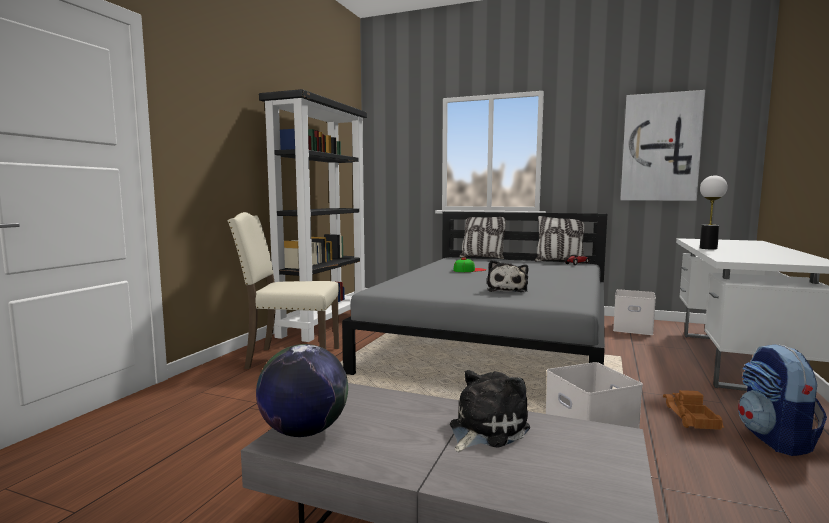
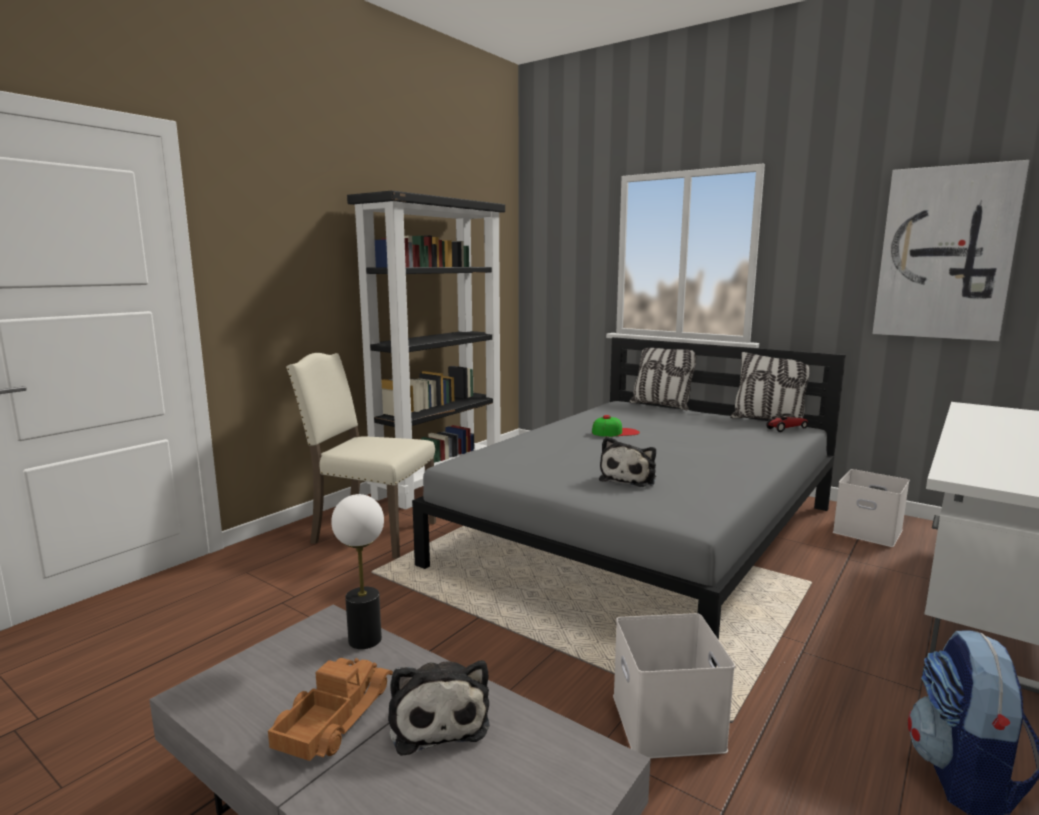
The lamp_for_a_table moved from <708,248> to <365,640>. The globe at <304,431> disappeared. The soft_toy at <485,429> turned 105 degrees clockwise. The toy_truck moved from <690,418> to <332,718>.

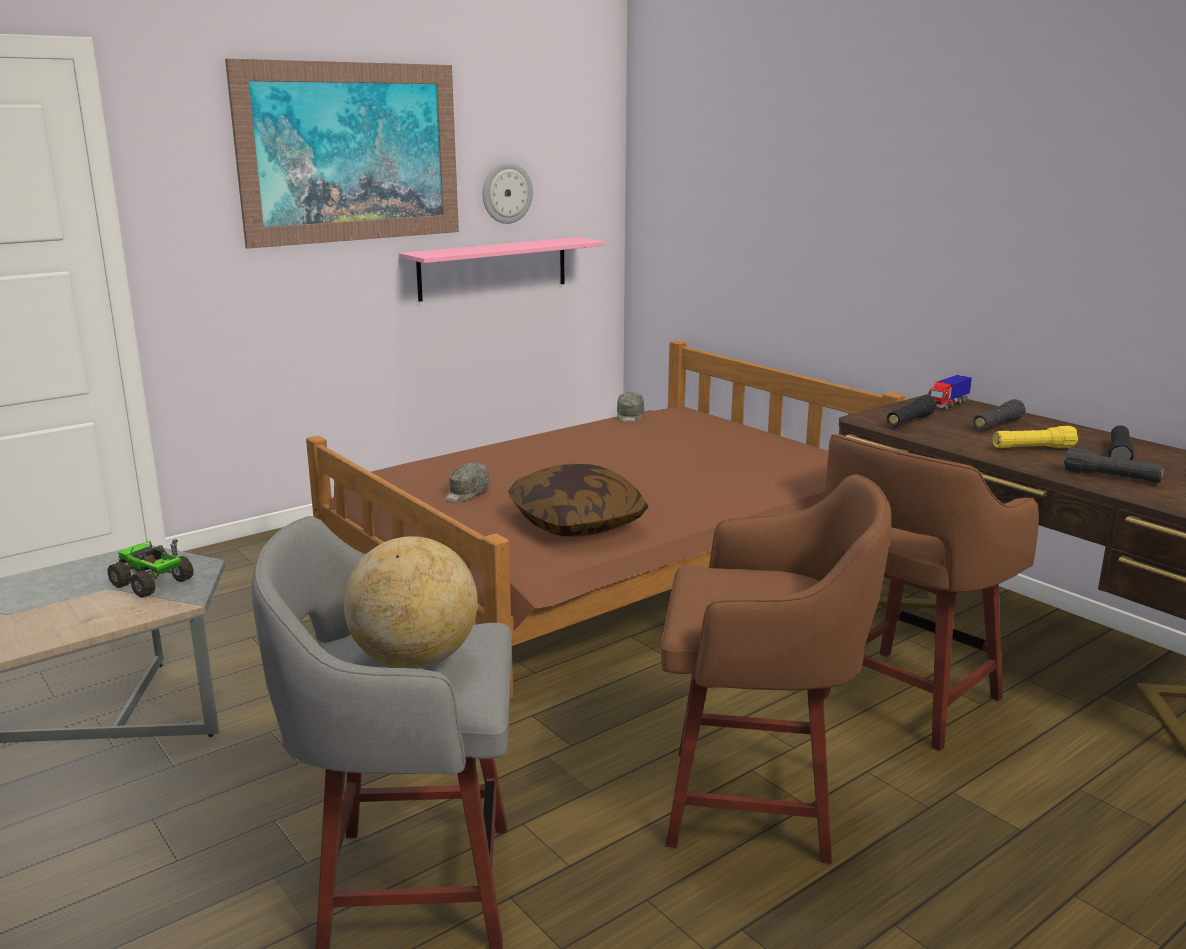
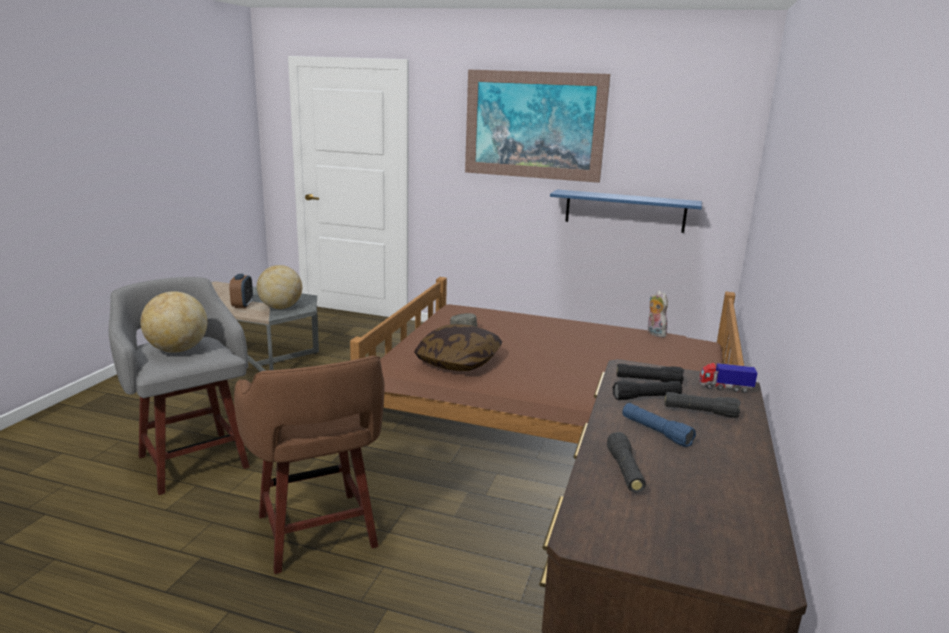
The wall_clock at <506,193> disappeared. The pinkish_bracket_shelf at <493,268> became the blue-coloured_bracket_shelf at <625,211>. The gray_cap at <630,417> was replaced by the soft_toy at <654,333>. The black-coloured_hand_torch moved from <1118,454> to <646,397>. The yellowish_hand_torch at <1033,448> became the blue-coloured_hand_torch at <655,432>. The brown-coloured_stool at <905,700> disappeared. The toy_truck at <153,583> was replaced by the globe at <280,307>. The alarm_clock at <242,305> appeared.

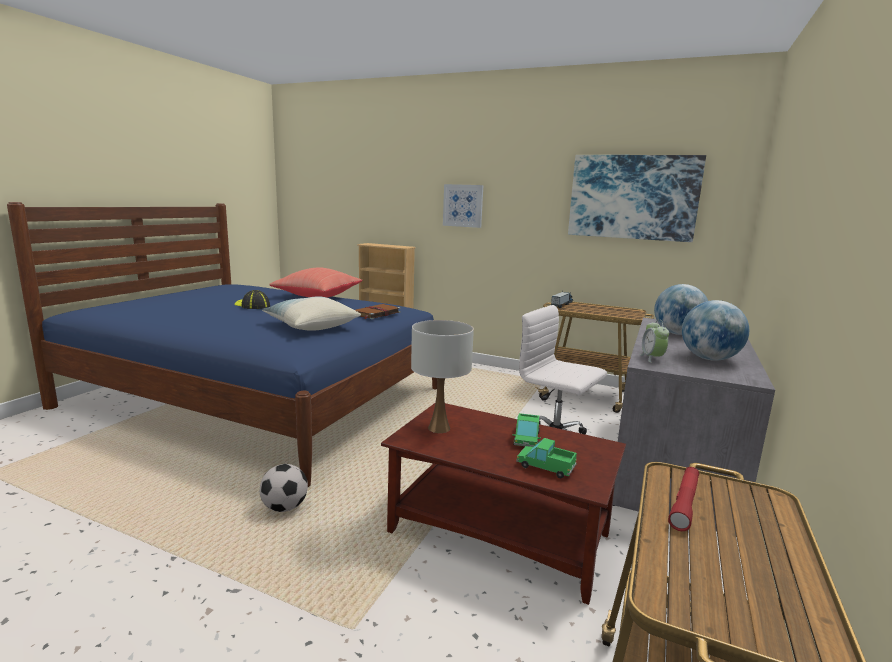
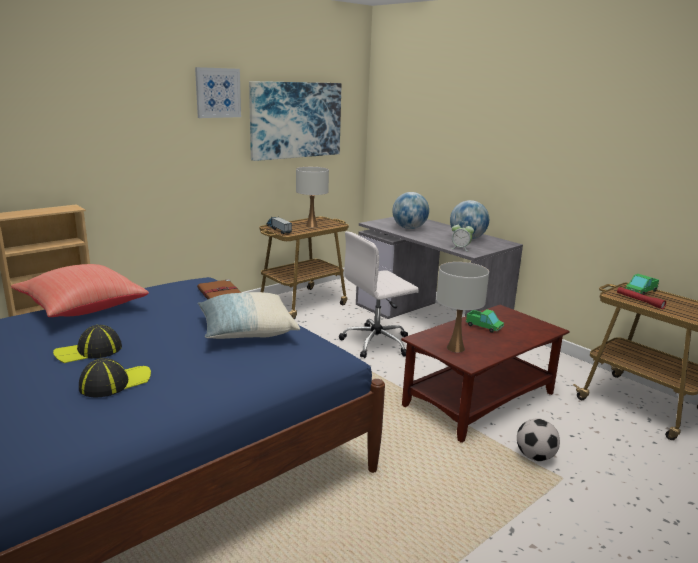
The wall_picture moved from <463,205> to <218,93>. The toy_truck moved from <545,467> to <640,291>. The football moved from <285,507> to <535,456>. The whitish_lamp_for_a_table at <311,226> appeared. The cap at <115,382> appeared.

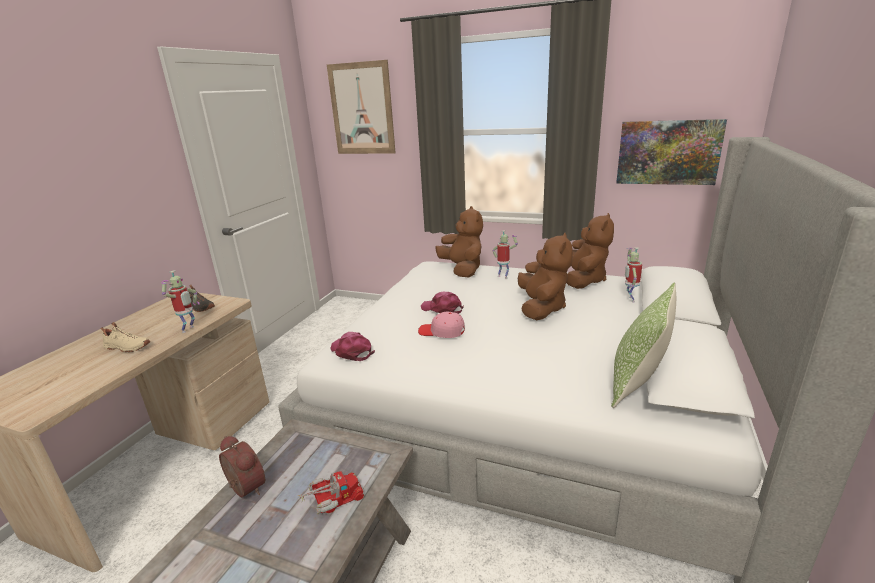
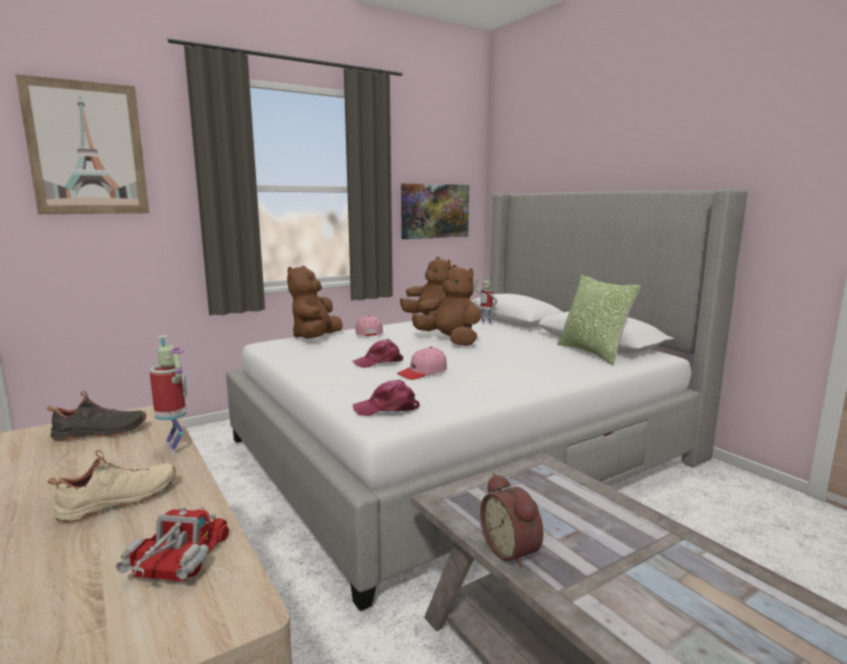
The brown-coloured_soft_toy at <462,270> turned 90 degrees counterclockwise. The robot_figure at <503,276> was replaced by the pinkish_cap at <368,333>. The alarm_clock at <244,489> turned 105 degrees counterclockwise. The toy_truck moved from <331,500> to <175,566>.

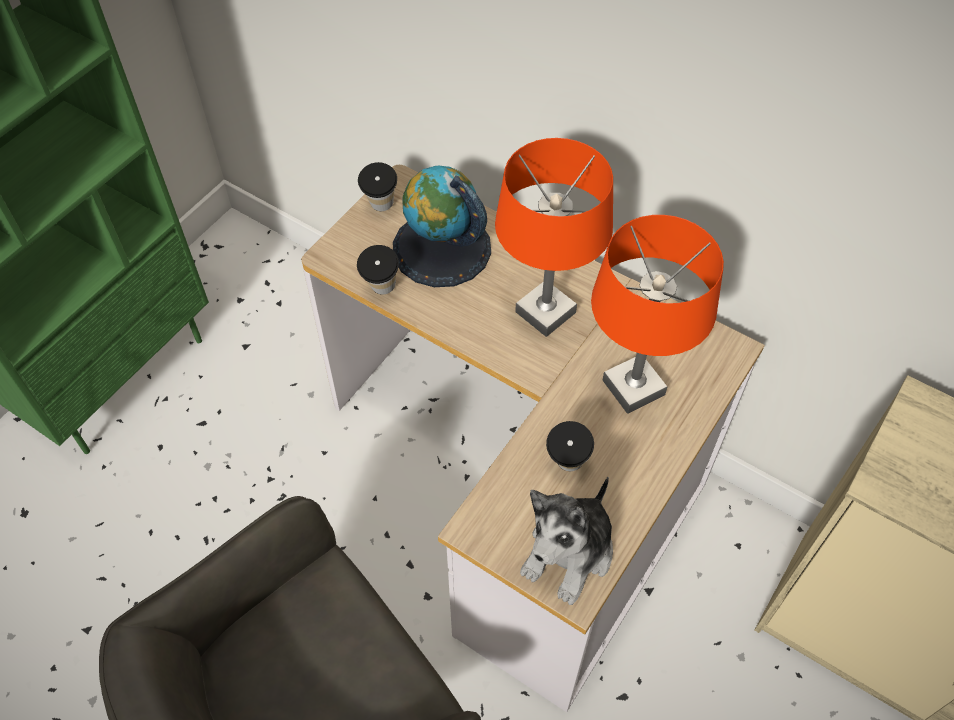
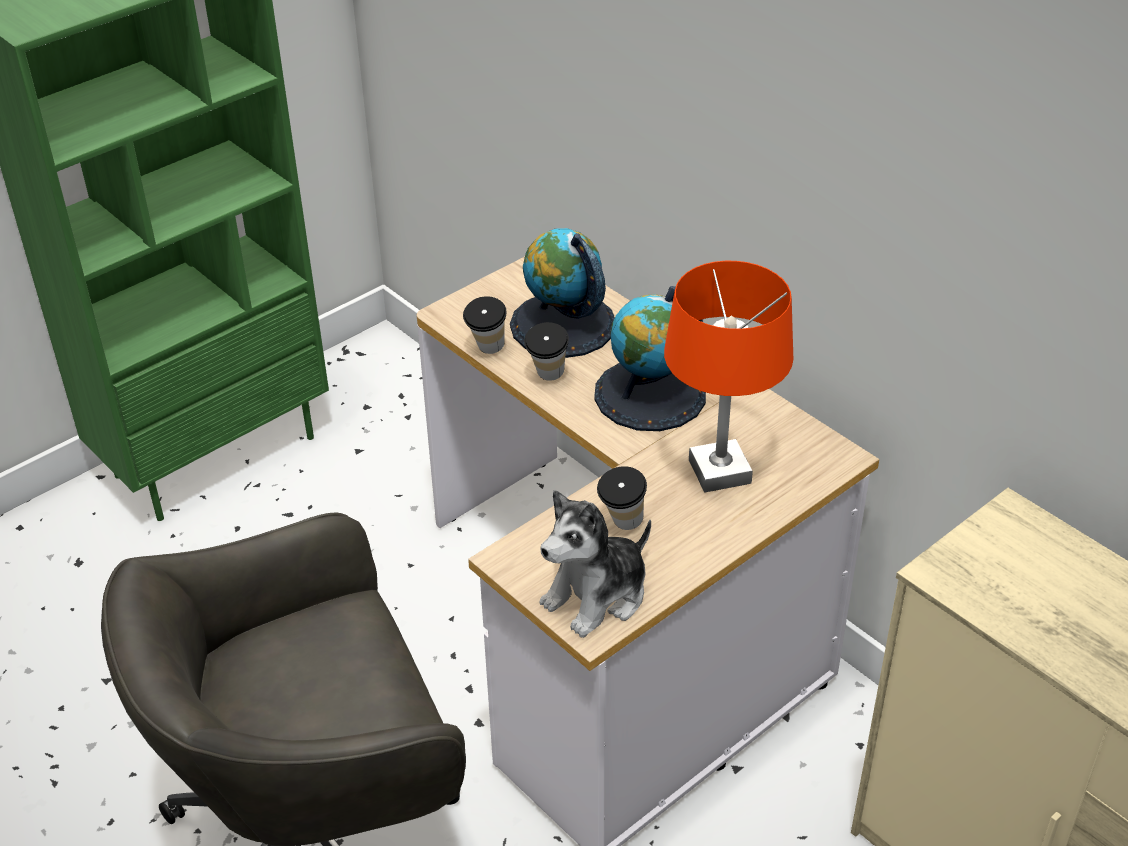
The orange_lamp_for_a_table at <545,313> was replaced by the globe at <650,394>. The drinking_cup moved from <381,209> to <548,378>.

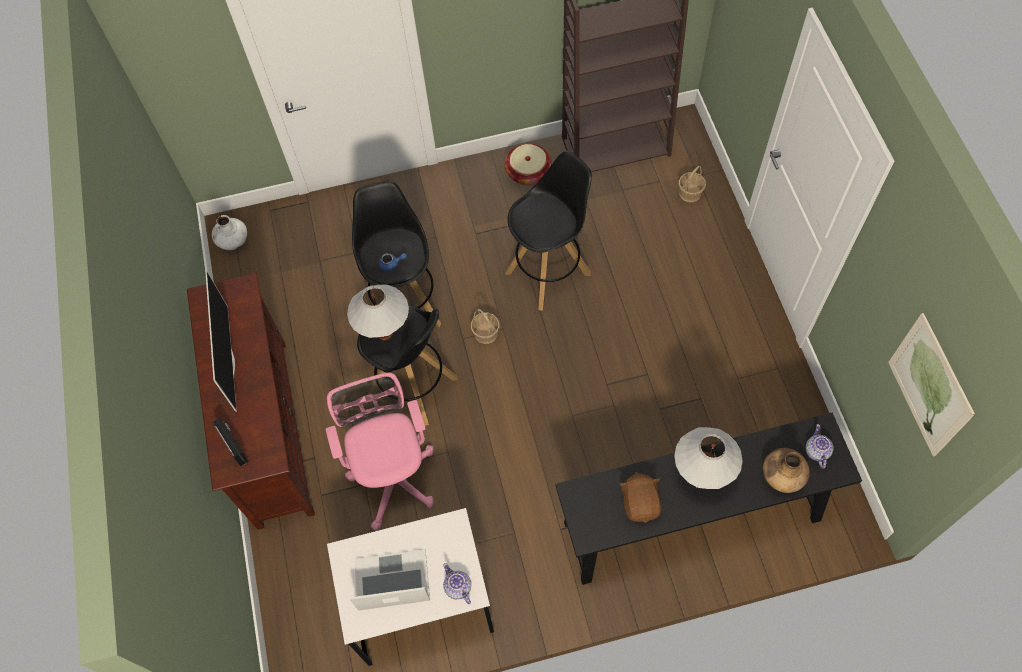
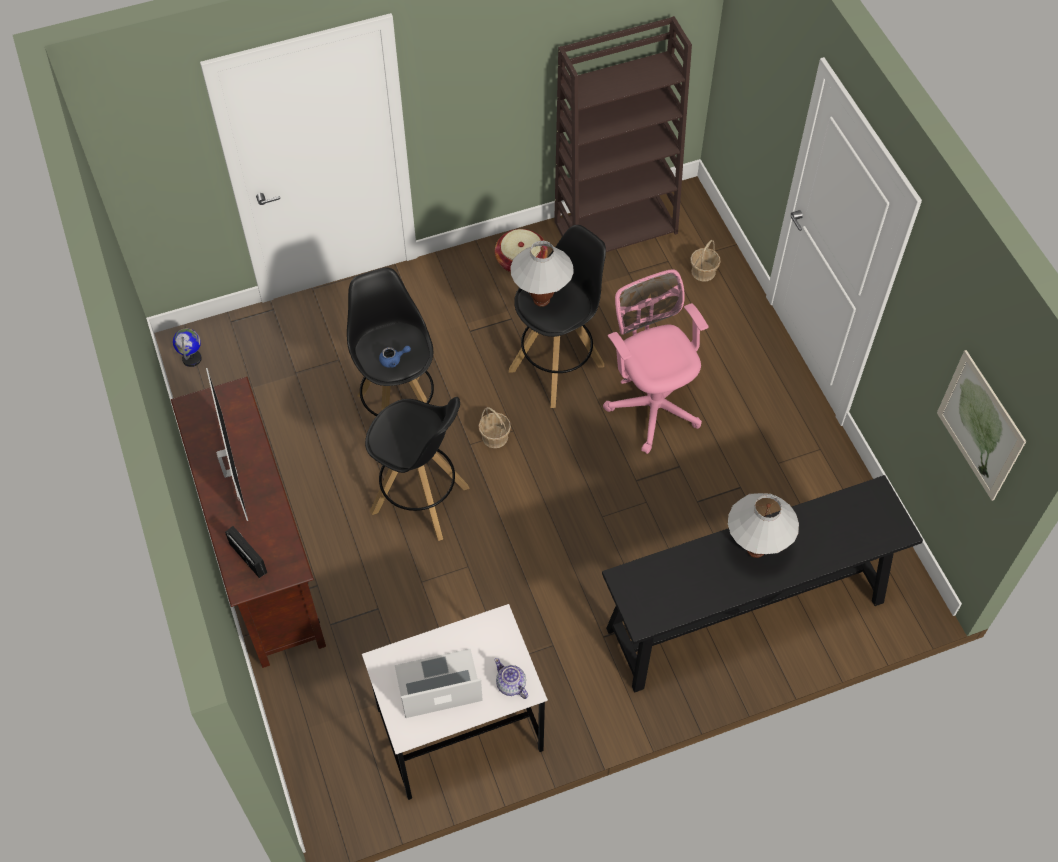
The whitish_decorative_vase at <233,241> was replaced by the globe at <192,358>. The whitish_lamp_for_a_table moved from <384,333> to <541,300>. The pinkish_office_chair moved from <393,475> to <652,403>. The pot_for_tea at <816,451> disappeared. The brown-coloured_decorative_vase at <781,476> disappeared. The brown-coloured_soft_toy at <640,503> disappeared.

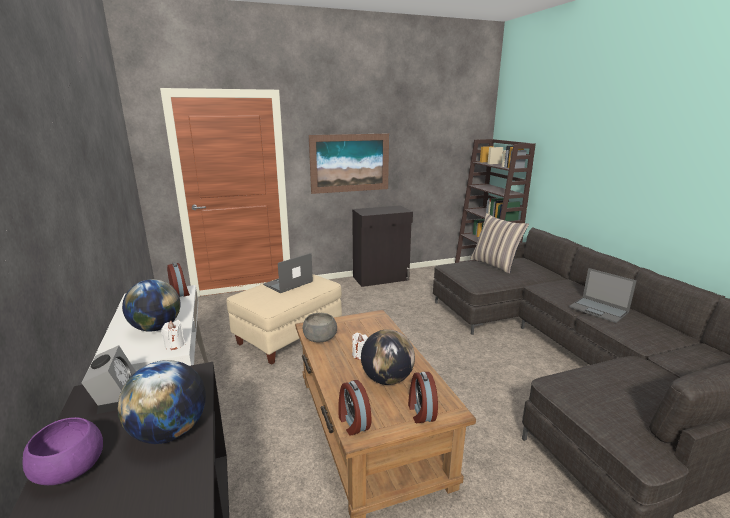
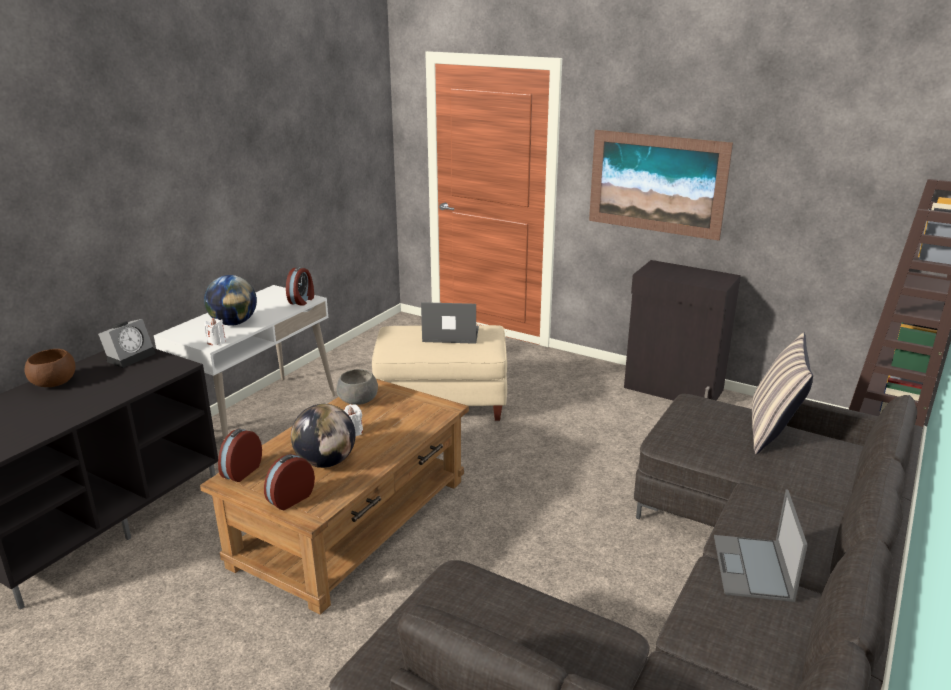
The globe at <170,432> disappeared. The purple_bowl at <69,469> became the brown-coloured_bowl at <53,382>.

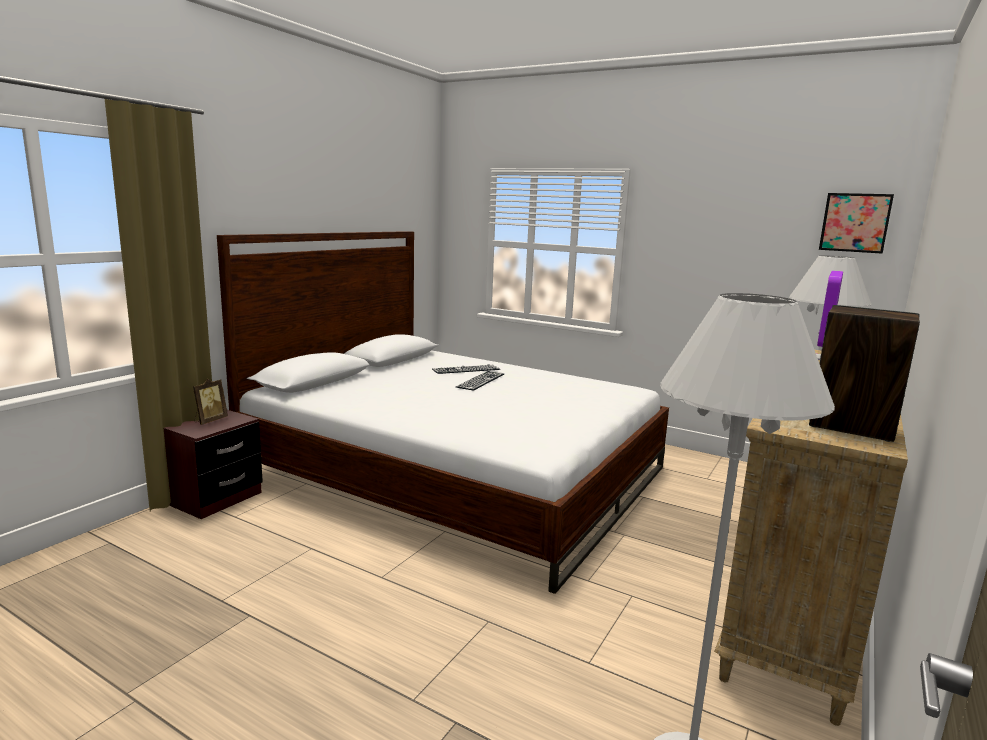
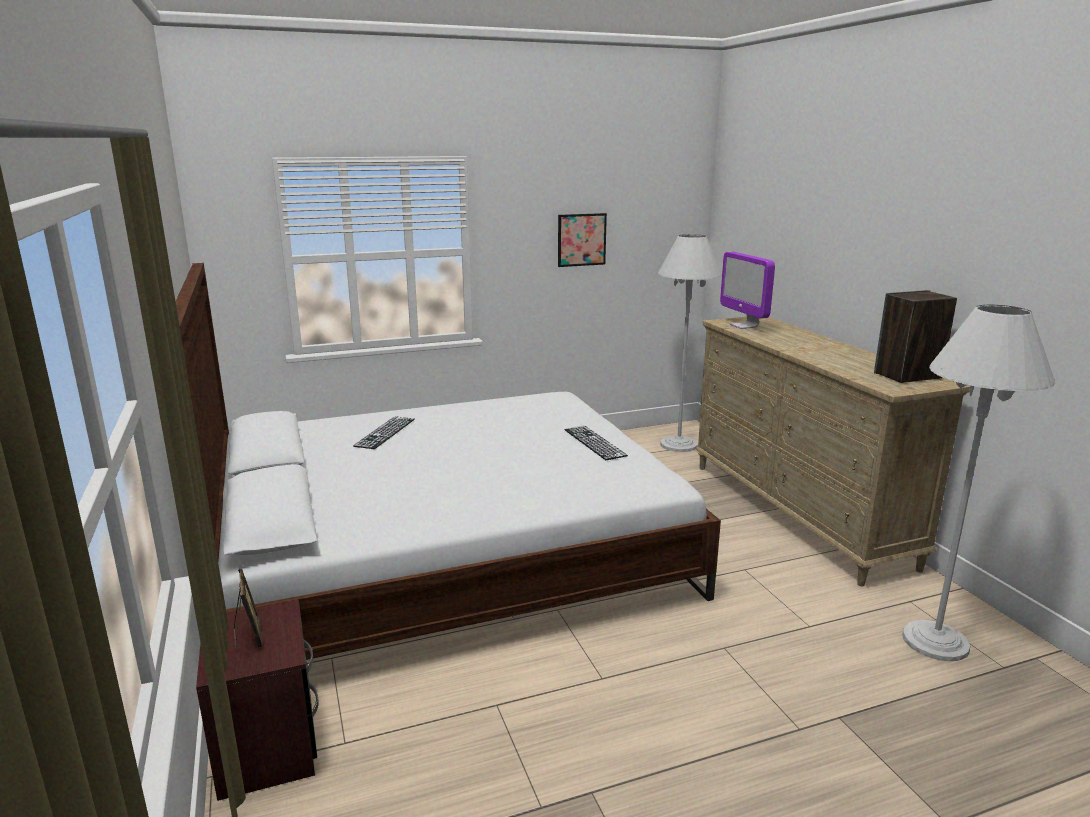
The wall_picture moved from <855,222> to <581,240>. The keyboard moved from <481,380> to <594,442>.

